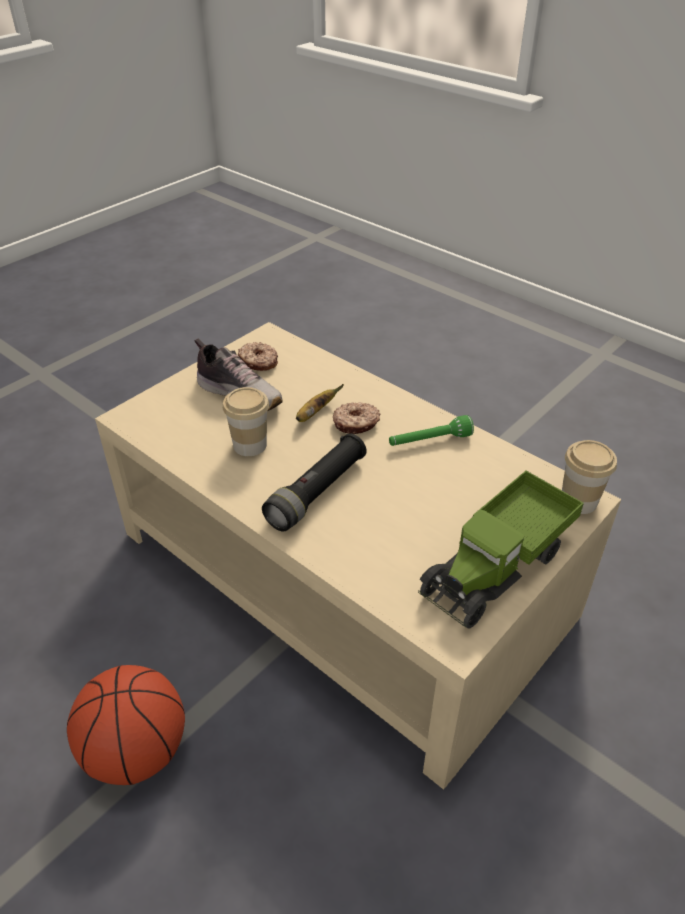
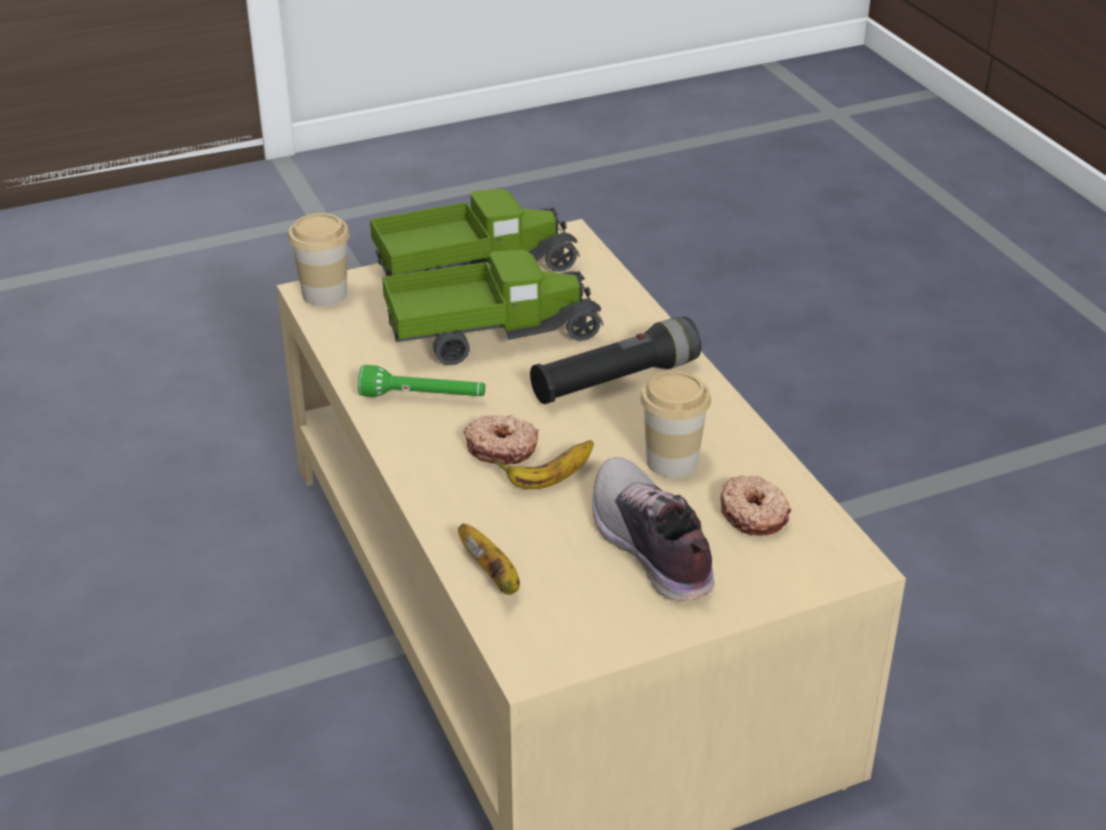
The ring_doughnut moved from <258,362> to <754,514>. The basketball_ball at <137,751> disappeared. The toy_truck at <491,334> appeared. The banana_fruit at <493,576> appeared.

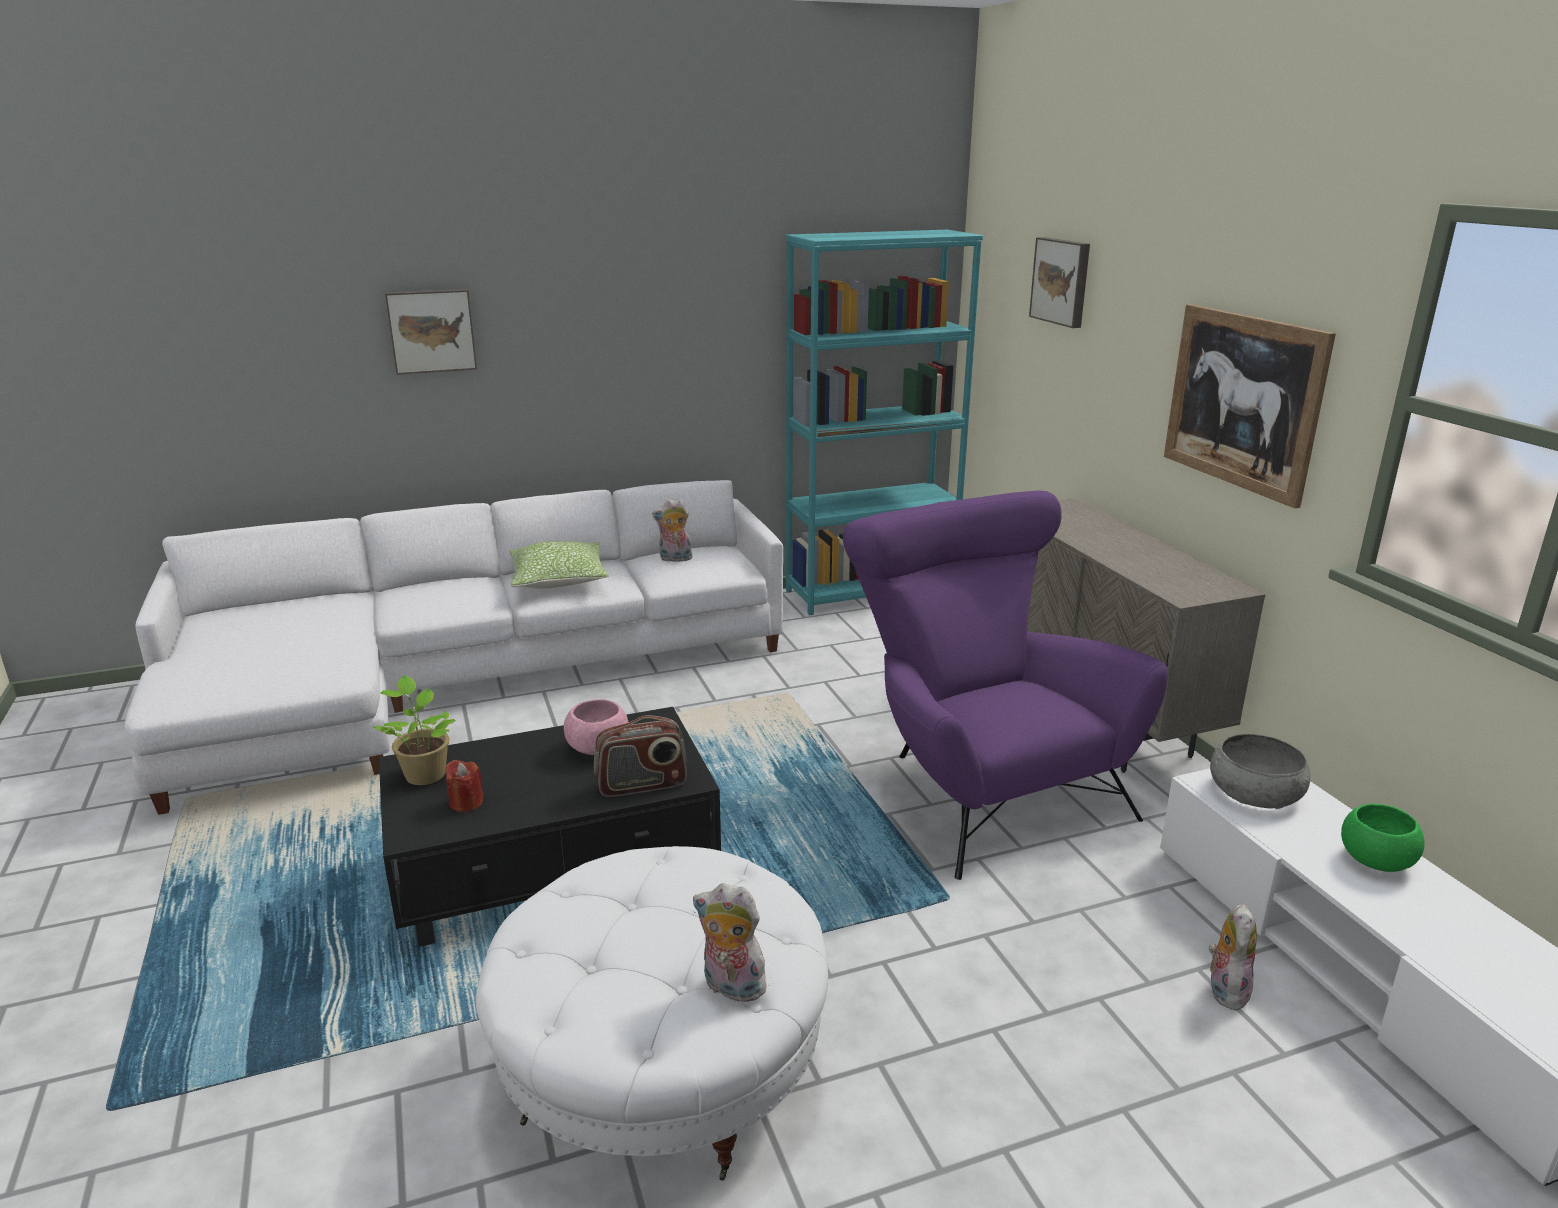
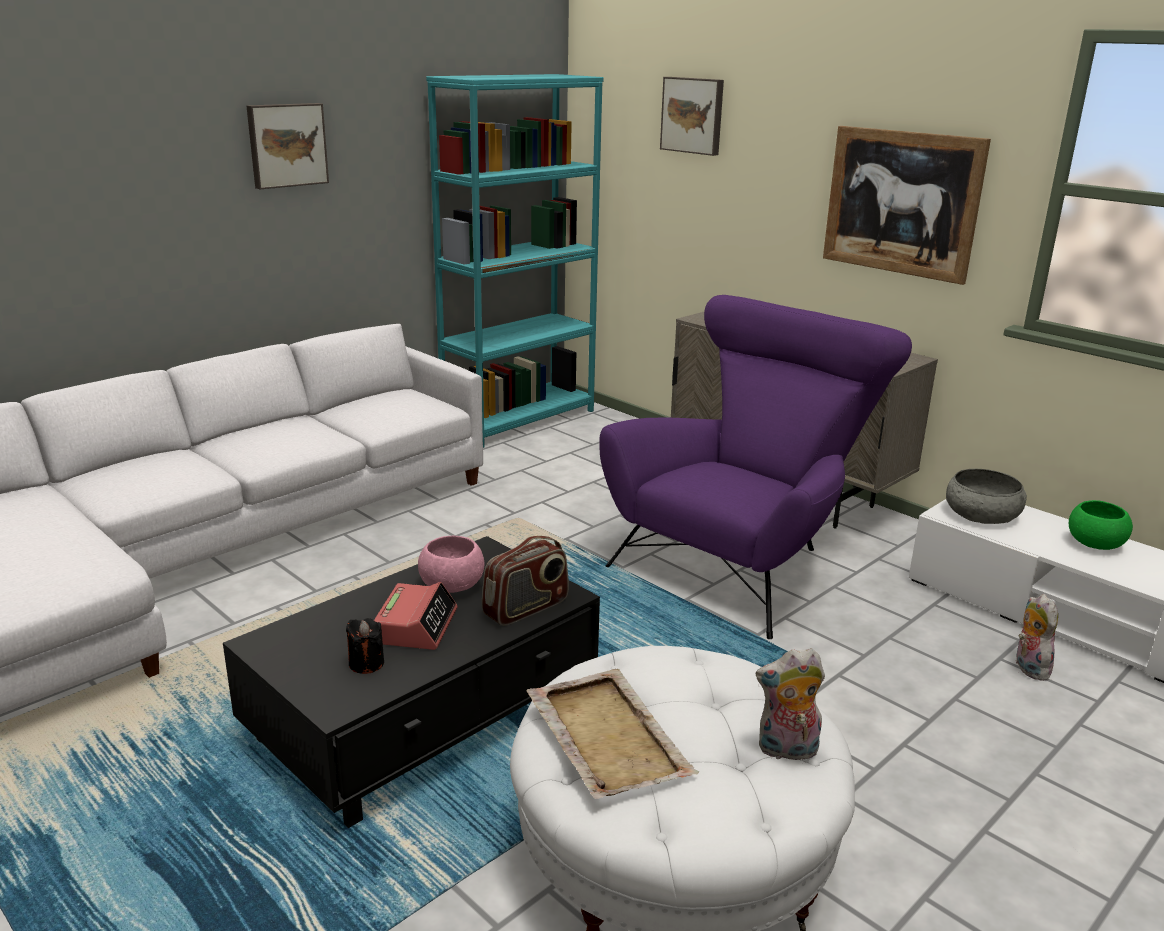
The wall_picture moved from <431,330> to <286,145>. The purple_lounge_chair at <980,786> turned 90 degrees clockwise. The soft_toy at <674,559> disappeared. The pillow at <558,579> disappeared. The houseplant at <424,773> disappeared. The red_wax_candle at <466,803> became the black-coloured_wax_candle at <366,663>. The alarm_clock at <416,626> appeared. The sand-coloured_serving_tray at <607,735> appeared.

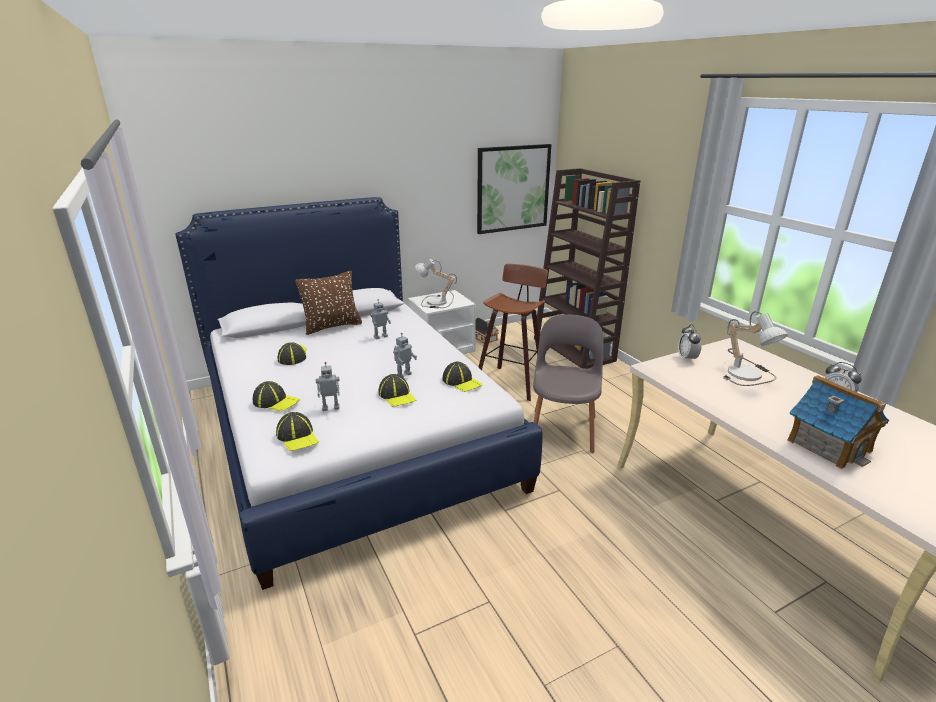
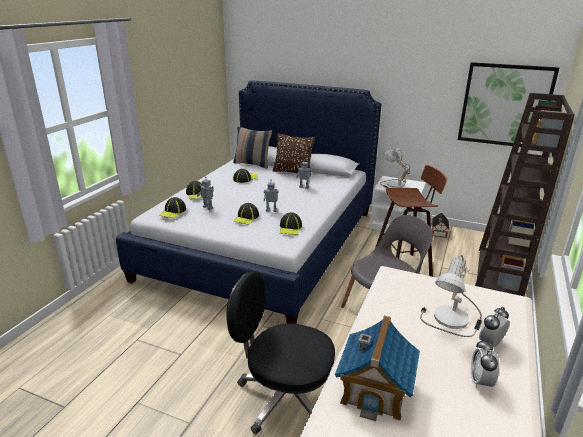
The alarm_clock moved from <687,358> to <490,344>. The pillow at <252,164> appeared. The black-coloured_office_chair at <285,397> appeared.

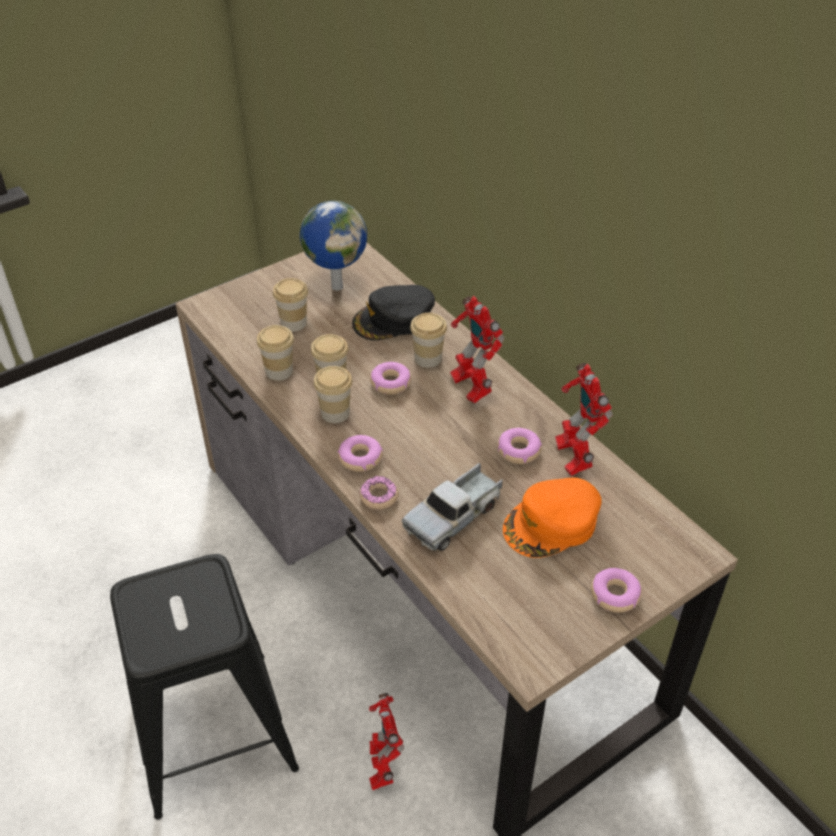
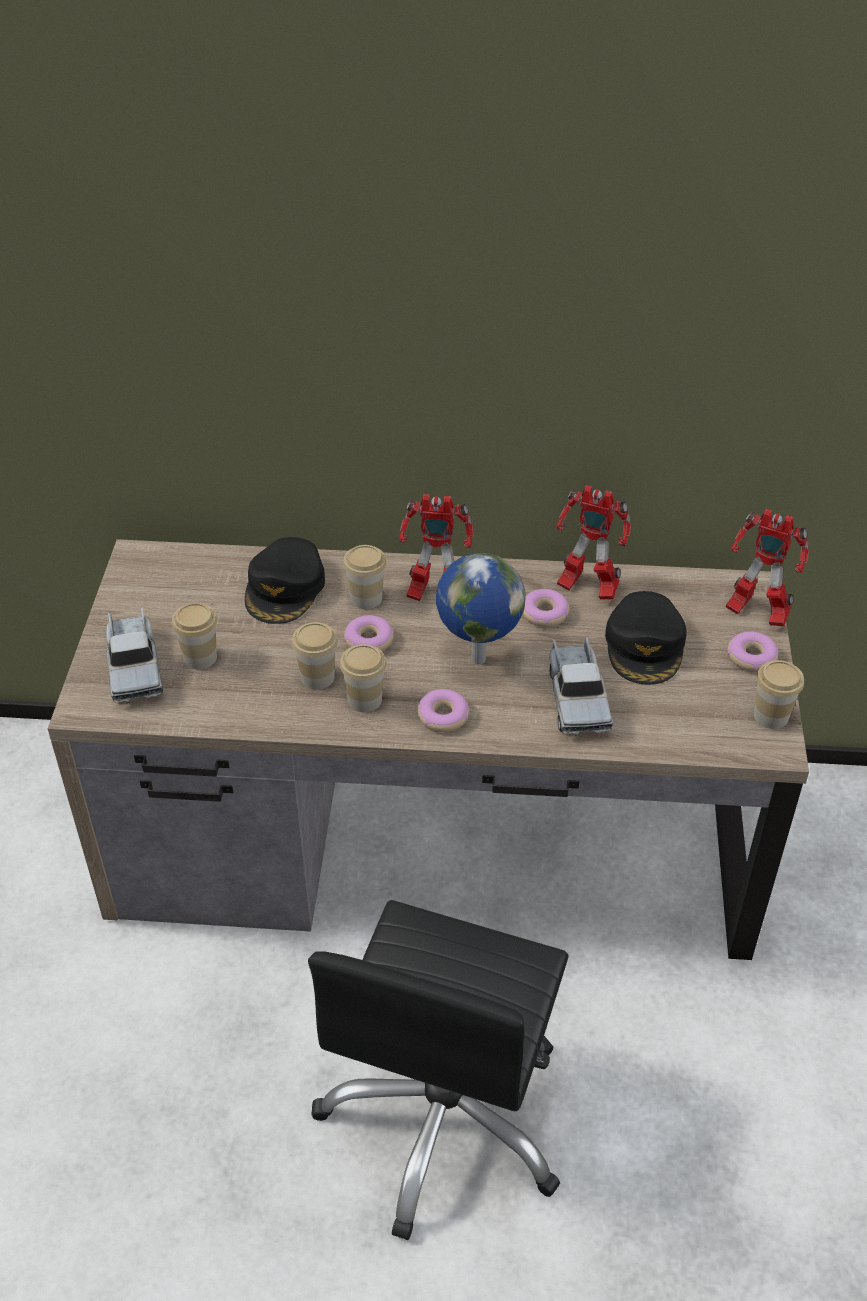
The globe moved from <336,286> to <476,659>. The drinking_cup moved from <279,371> to <771,716>. The ring_doughnut at <379,497> disappeared. The orange_cap at <552,524> became the black-coloured_cap at <645,645>. The black-coloured_stool at <213,732> was replaced by the black-coloured_office_chair at <445,1116>. The robot_figure moved from <383,764> to <755,612>. The toy_truck at <134,666> appeared.

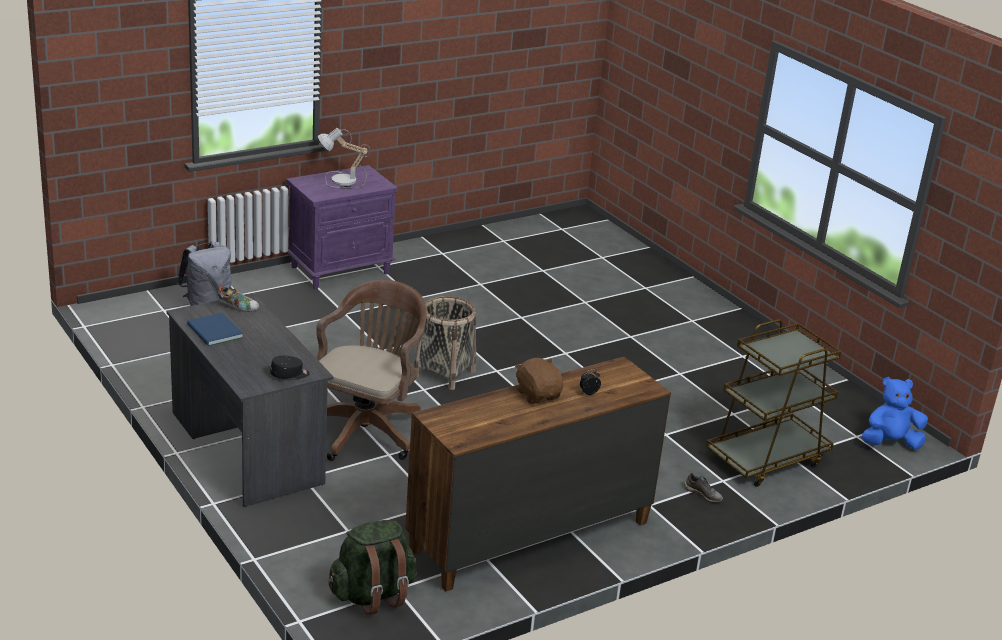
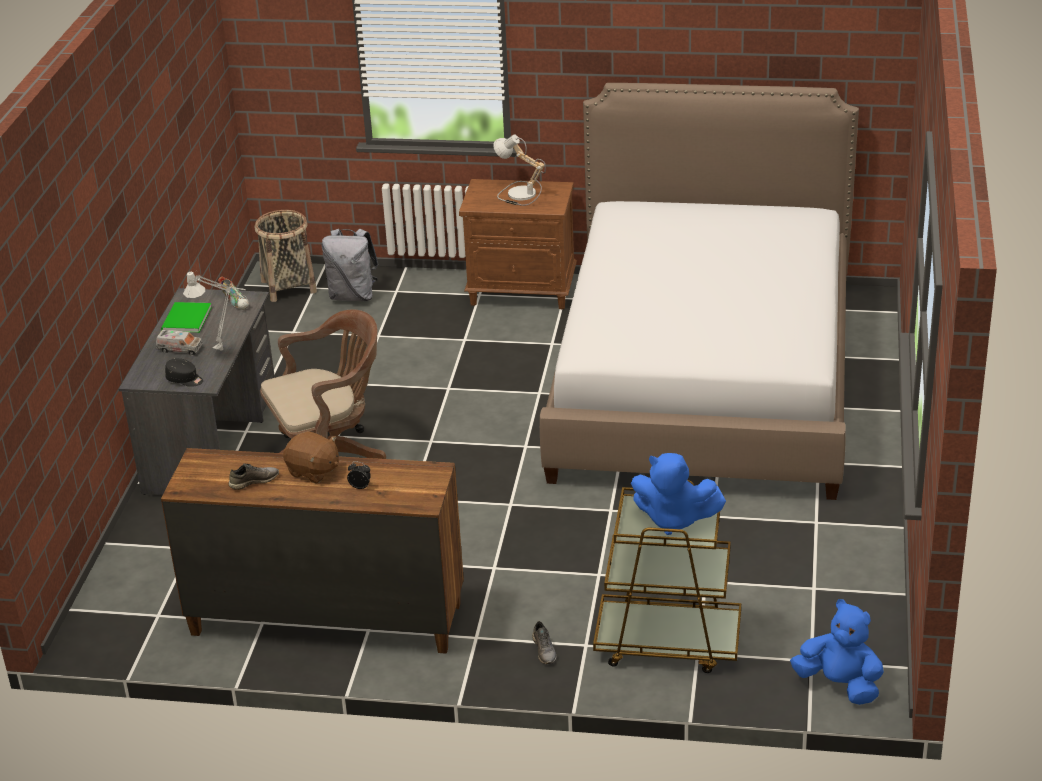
The purple_nightstand at <341,269> became the brown-coloured_nightstand at <523,291>. The household_basket moved from <444,373> to <289,286>. The blue-coloured_bound_book at <214,332> became the greenish_bound_book at <185,320>. The brown-coloured_soft_toy at <538,395> turned 105 degrees clockwise. The greenish_backpack at <372,595> disappeared. The bedroom_bed at <704,379> appeared. The gray_lamp_for_a_table at <225,348> appeared. The toy_truck at <180,349> appeared. The blue-coloured_soft_toy at <674,519> appeared. The gray_low_shoe at <254,481> appeared.

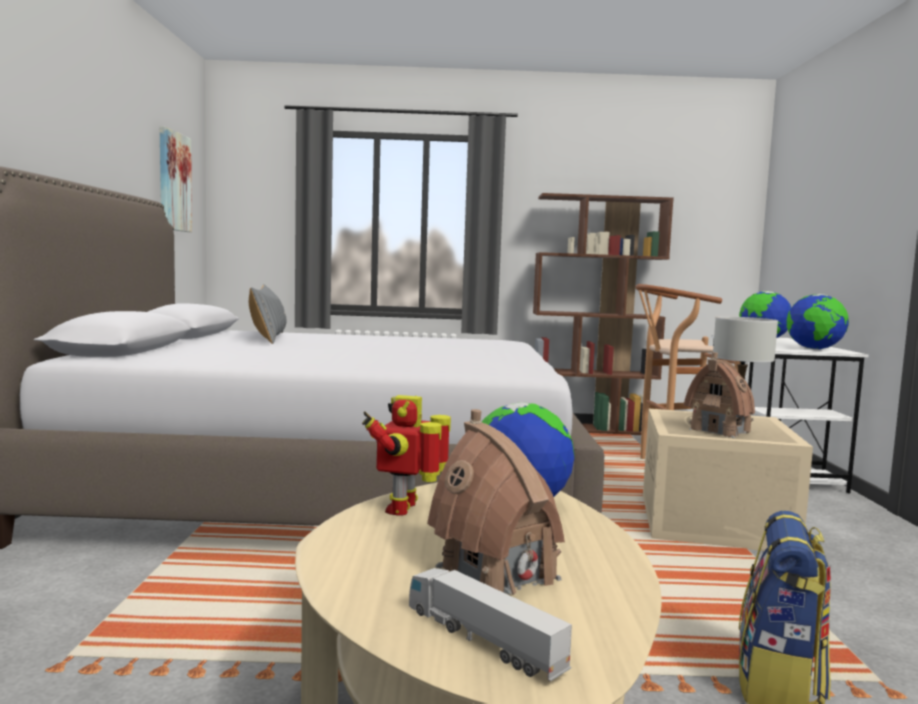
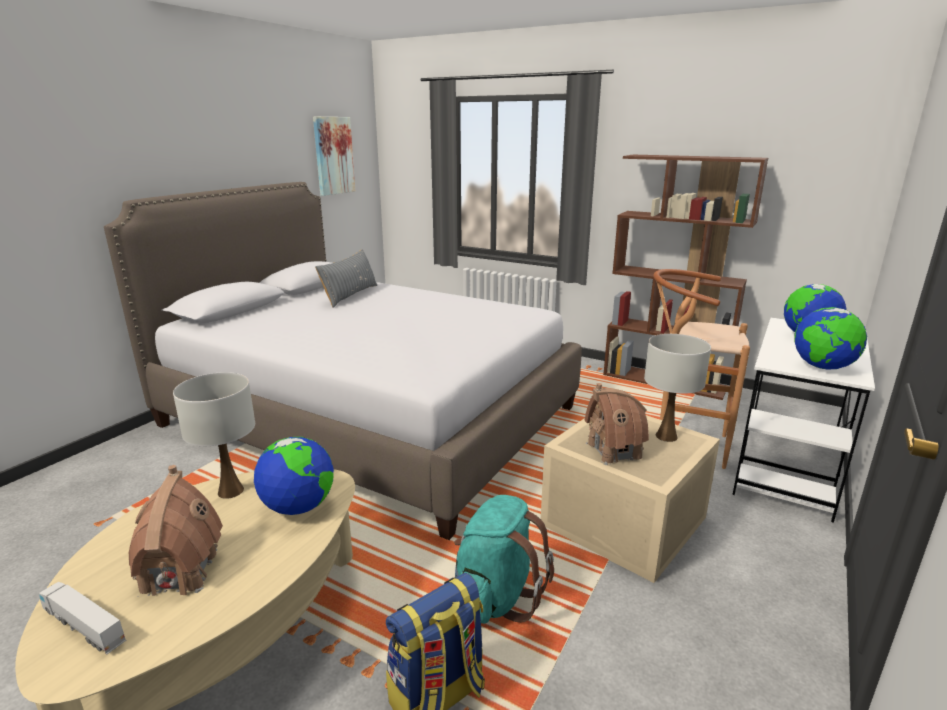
The robot_figure at <406,508> was replaced by the whitish_lamp_for_a_table at <230,491>. The toy_truck at <483,639> turned 45 degrees counterclockwise. The turquoise_backpack at <496,596> appeared.

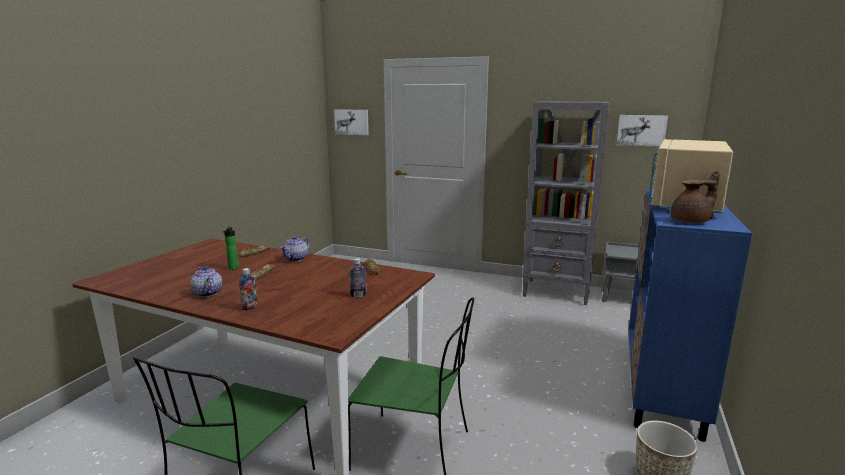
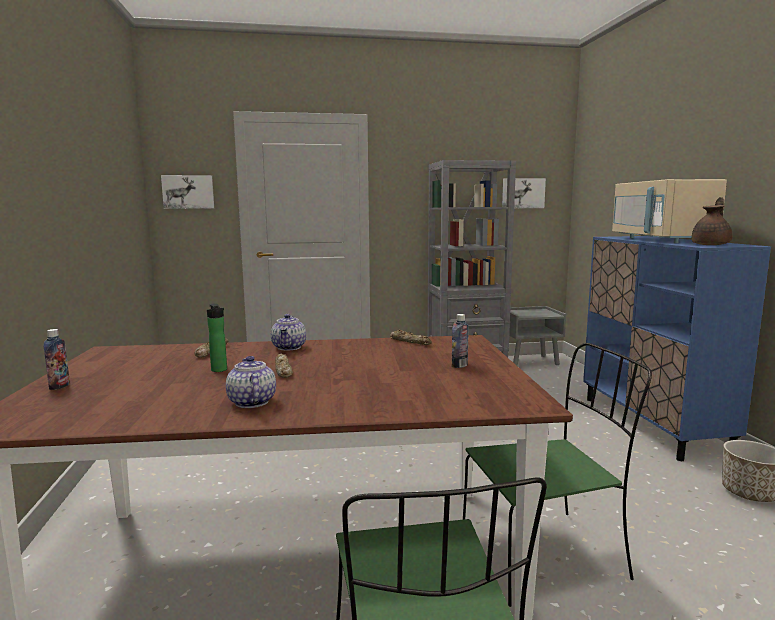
The pot_for_tea at <207,293> turned 45 degrees clockwise. The beverage_bottle moved from <250,307> to <59,386>.

